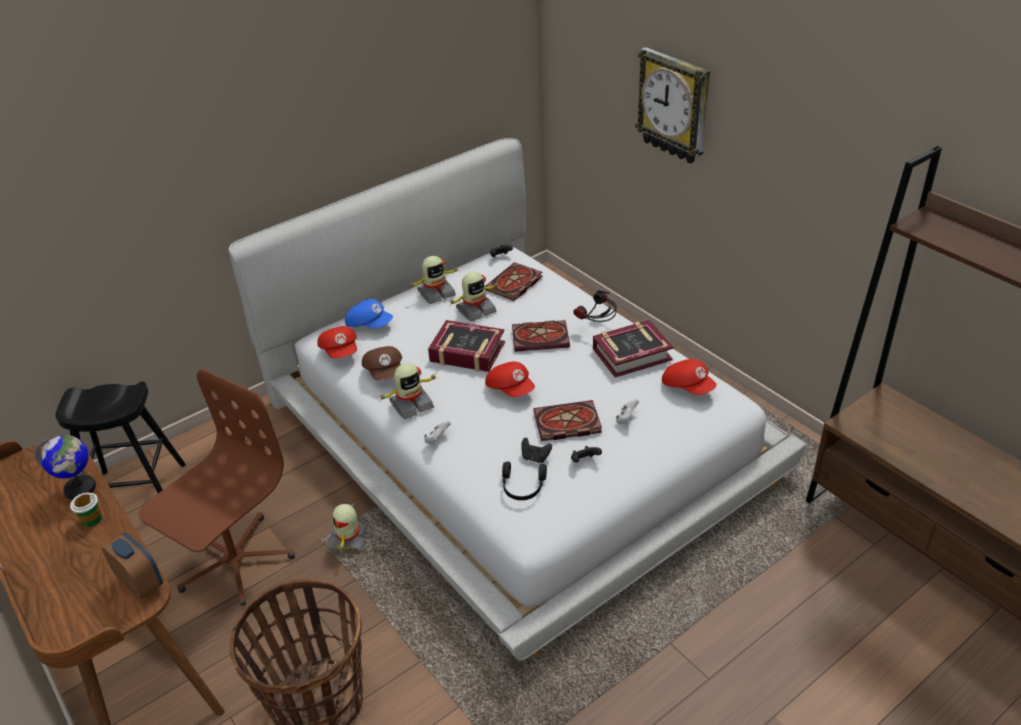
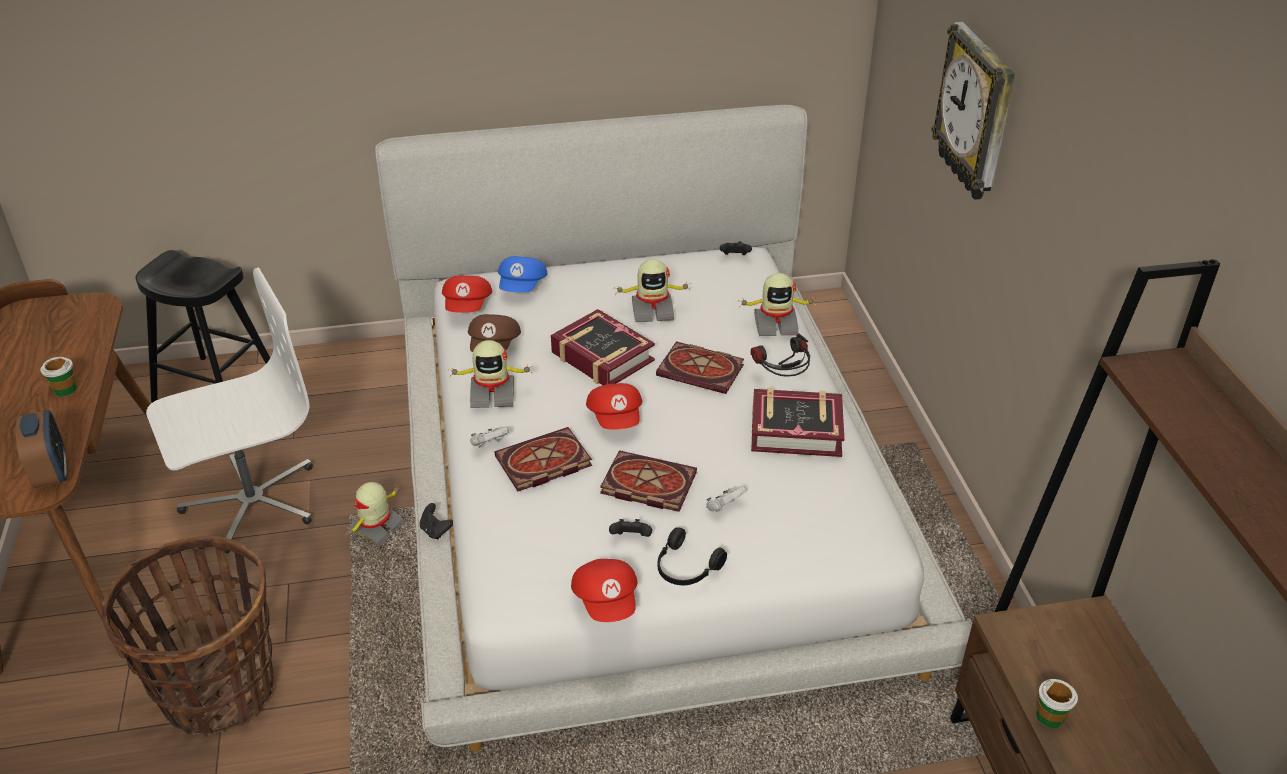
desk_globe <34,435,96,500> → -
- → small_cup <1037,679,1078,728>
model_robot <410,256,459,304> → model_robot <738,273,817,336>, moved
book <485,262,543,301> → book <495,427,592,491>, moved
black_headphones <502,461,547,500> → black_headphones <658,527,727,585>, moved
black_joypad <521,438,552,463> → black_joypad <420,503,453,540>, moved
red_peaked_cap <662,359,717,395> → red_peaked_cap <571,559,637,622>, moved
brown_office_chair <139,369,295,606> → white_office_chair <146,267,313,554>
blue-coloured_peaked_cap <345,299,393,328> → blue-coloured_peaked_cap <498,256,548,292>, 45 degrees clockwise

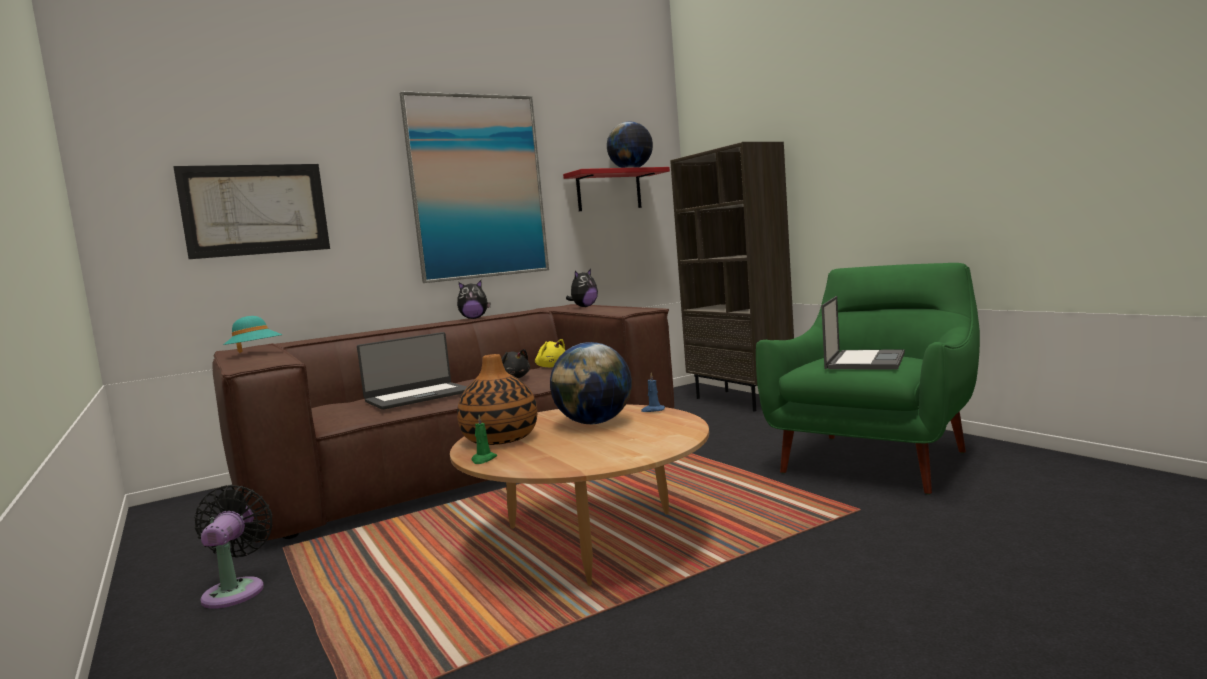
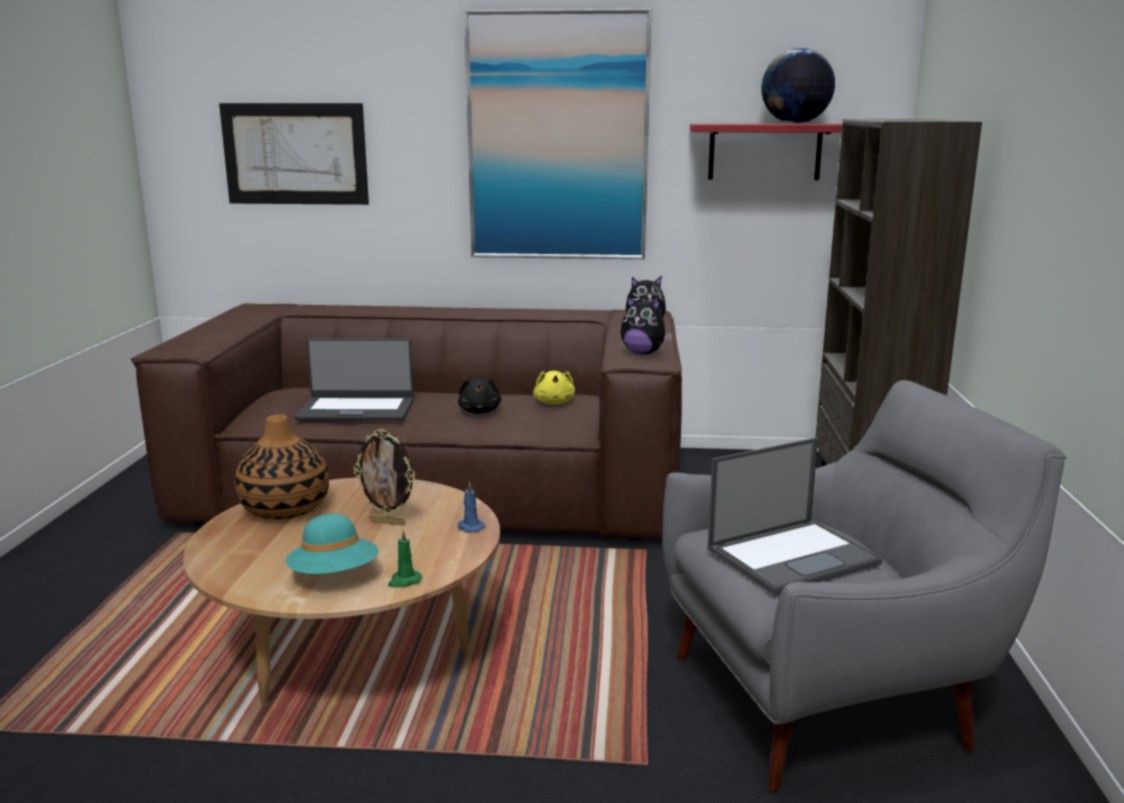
black_electric_fan <194,485,272,609> → -
turquoise-coloured_clothing_hat <223,316,283,353> → turquoise-coloured_clothing_hat <286,514,379,574>, moved
plush_toy <457,280,490,319> → plush_toy <620,295,673,354>, moved
greenish_wax_light <471,415,497,464> → greenish_wax_light <388,530,422,588>, moved
desk_globe <550,342,632,424> → picture_frame <353,429,415,525>
greenish_lounge_chair <756,263,980,495> → gray_lounge_chair <663,380,1066,792>

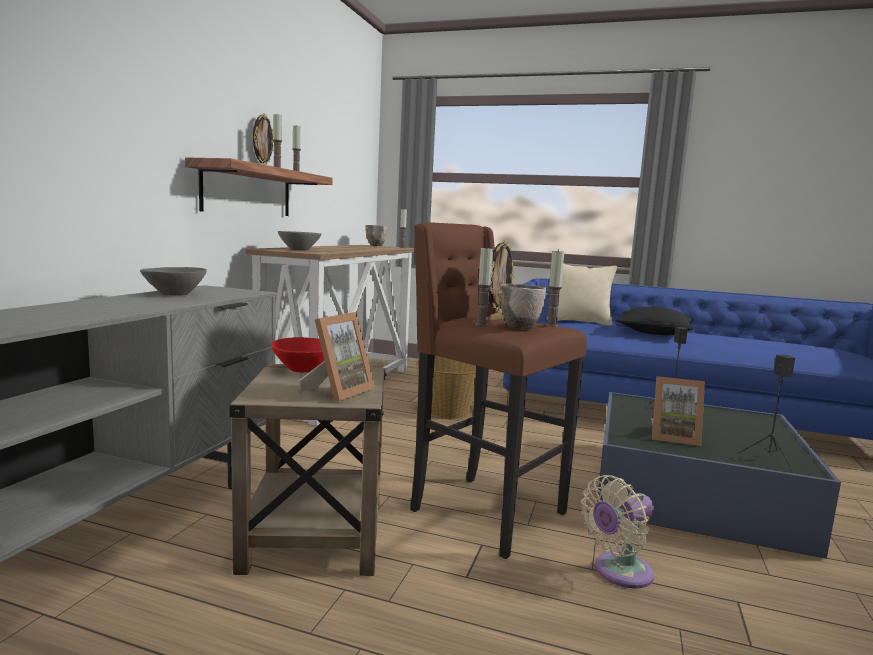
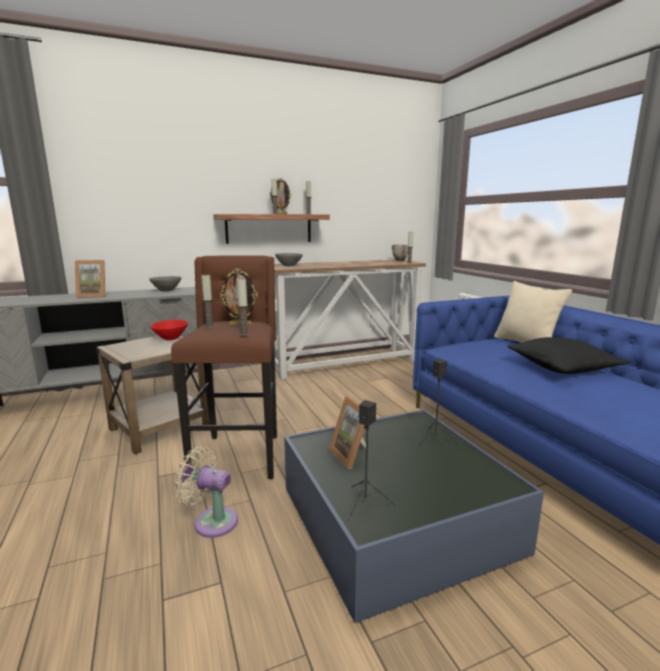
basket <416,356,476,419> → -
bowl <497,284,548,330> → -
picture_frame <299,312,375,402> → picture_frame <75,260,105,298>, moved

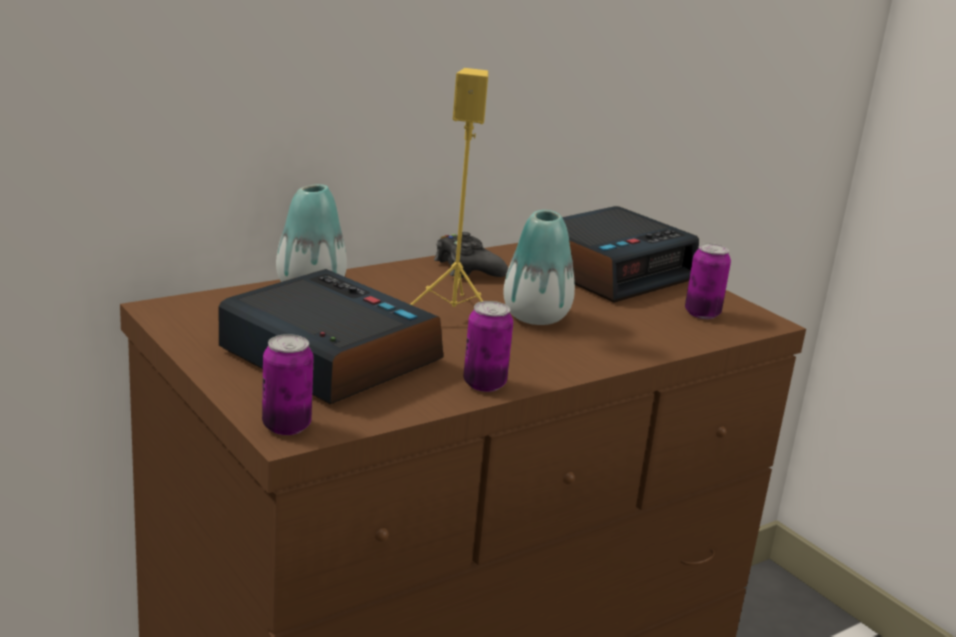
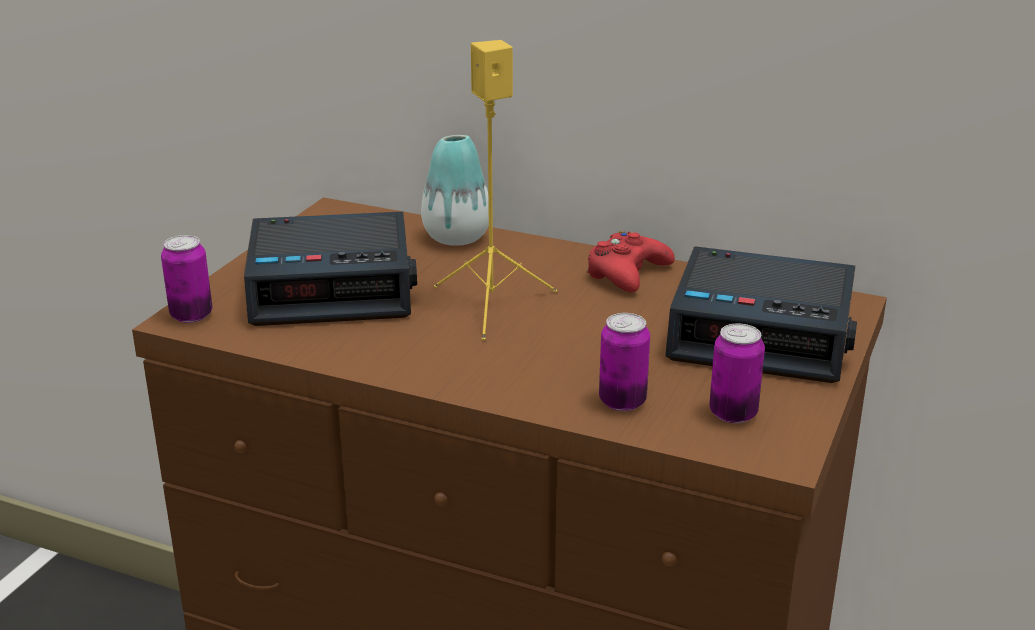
flower_vase <503,210,575,325> → -
can <463,301,513,392> → can <599,313,650,411>, moved
black_joypad <434,232,508,278> → red_joypad <587,231,675,293>
table_clock <218,269,443,404> → table_clock <244,212,417,326>, 75 degrees clockwise

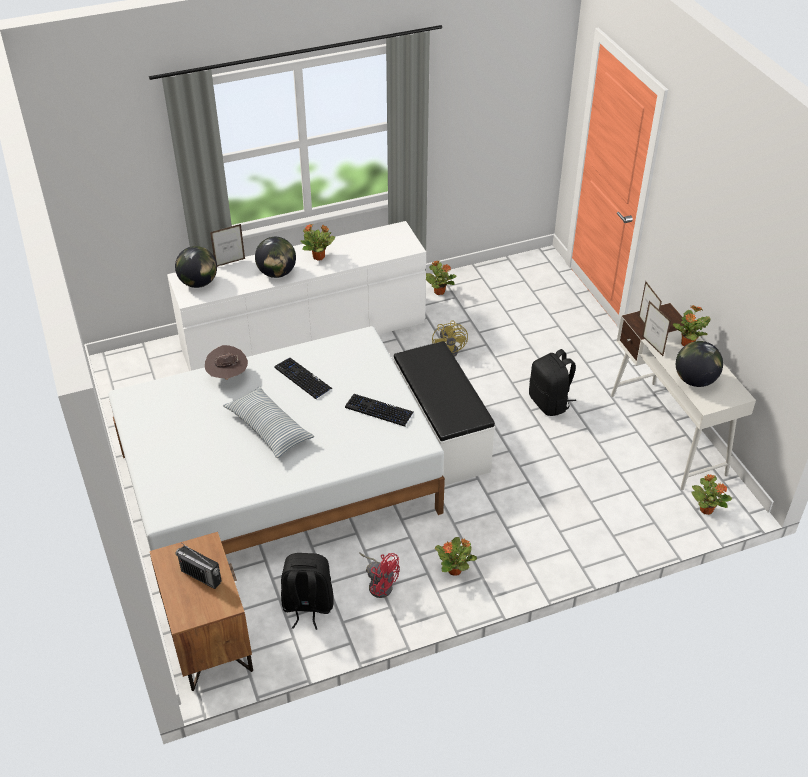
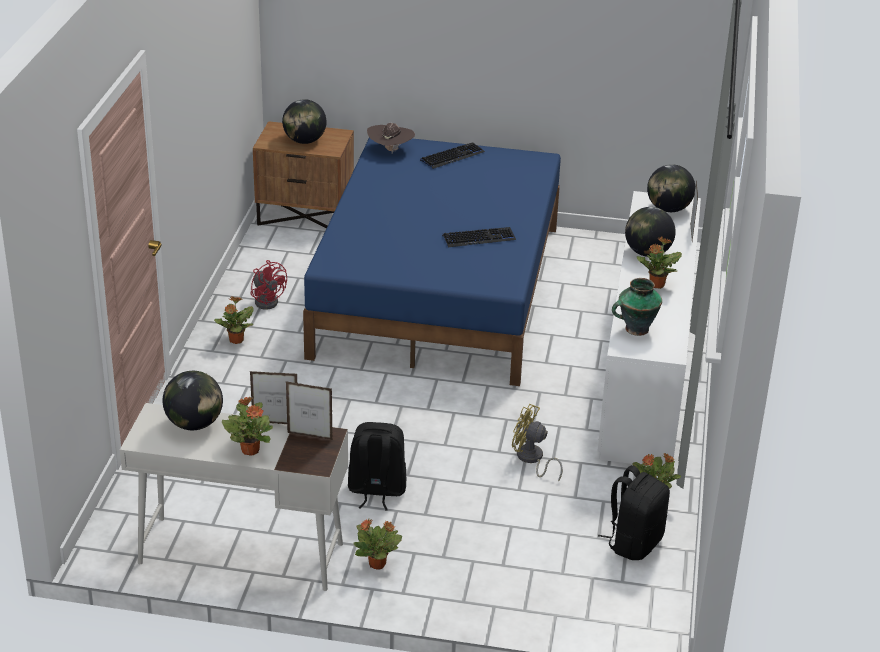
pillow <223,386,314,458> → -
white_long_seat <393,341,495,486> → -
- → flower_vase <612,278,662,336>
brown_clothing_hat <205,345,248,380> → brown_clothing_hat <367,123,415,154>, moved
black_backpack <281,553,334,630> → black_backpack <598,465,670,560>, moved
PC_keyboard <345,394,414,427> → PC_keyboard <420,142,485,169>, moved
potted_plant <692,474,732,515> → potted_plant <354,519,402,570>, moved
radio_receiver <175,543,222,589> → desk_globe <282,99,327,144>
white_bed <108,326,445,595> → blue-coloured_bed <303,137,561,386>
red_electric_fan <359,552,400,598> → red_electric_fan <250,260,287,310>, 105 degrees counterclockwise

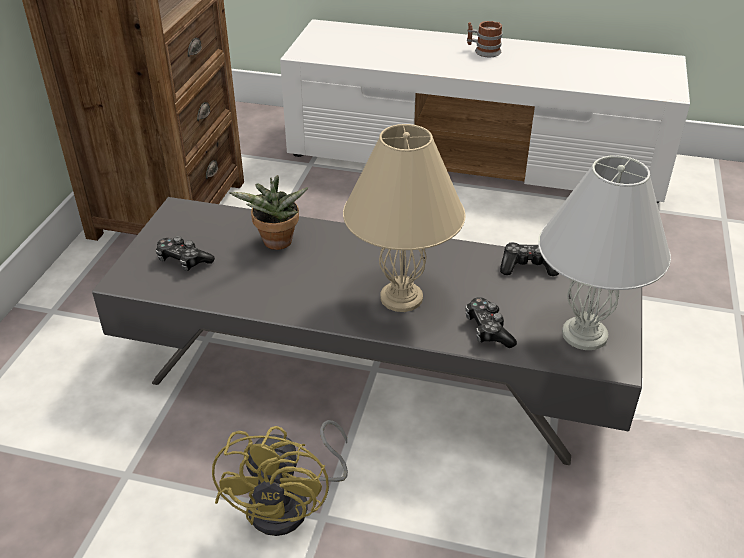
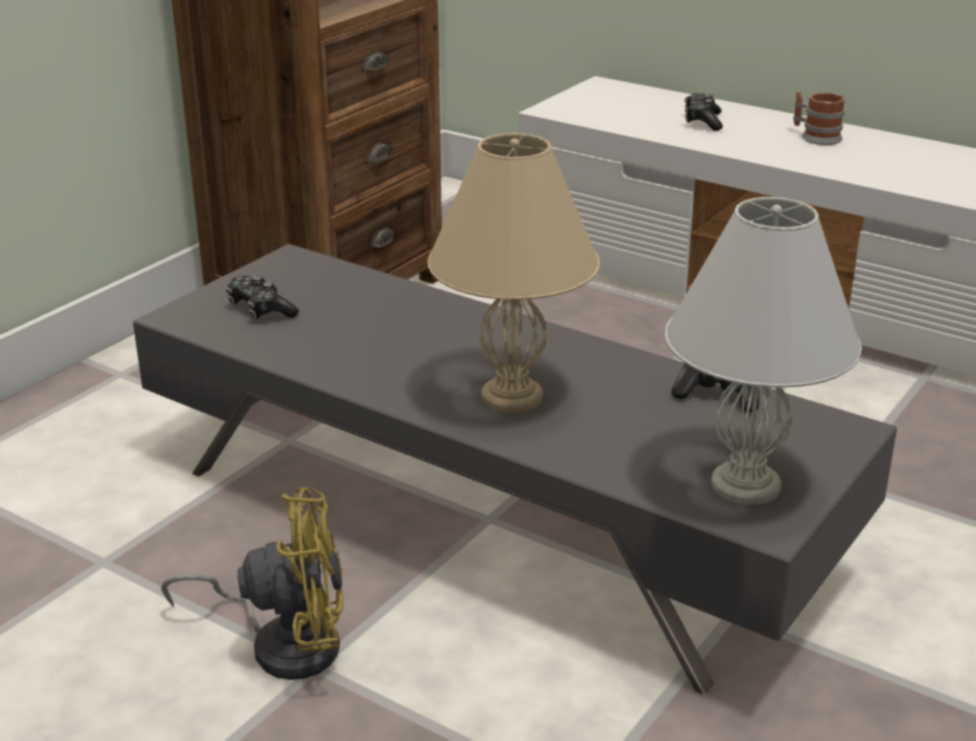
potted_plant <229,175,309,250> → -
joypad <466,297,517,348> → joypad <685,93,723,131>, moved
yellowish_electric_fan <212,420,348,536> → yellowish_electric_fan <161,488,344,680>, 120 degrees counterclockwise

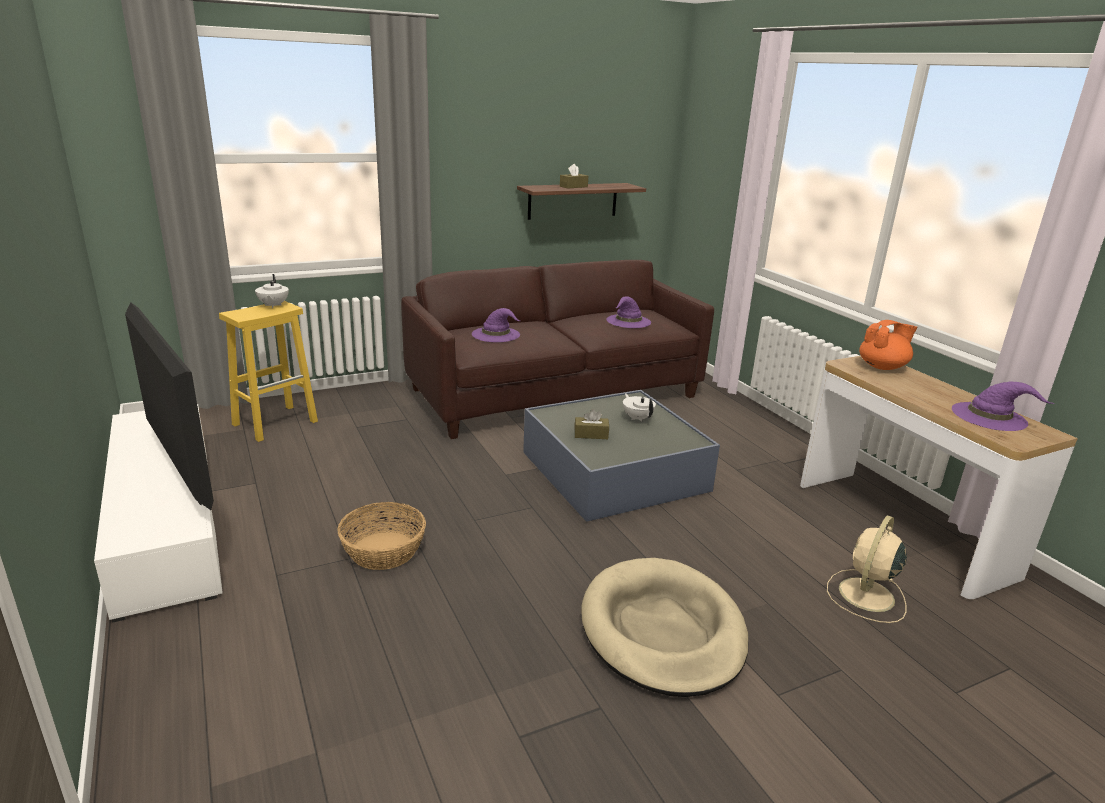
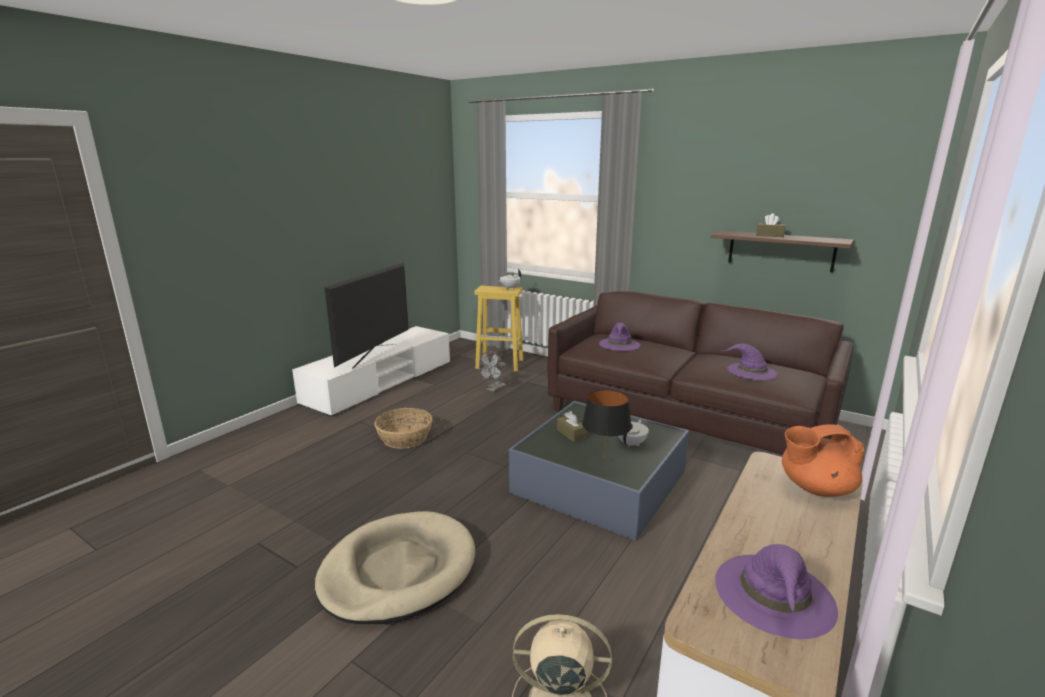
- → gray_electric_fan <479,351,506,392>
- → black_tabletop_lamp <582,389,632,464>
orangey_teapot <859,320,917,370> → orangey_teapot <782,424,864,497>, 135 degrees clockwise

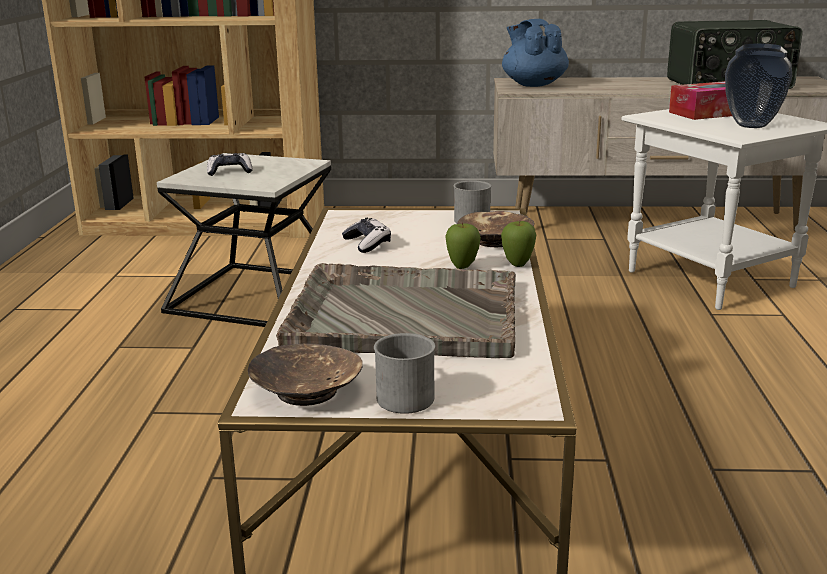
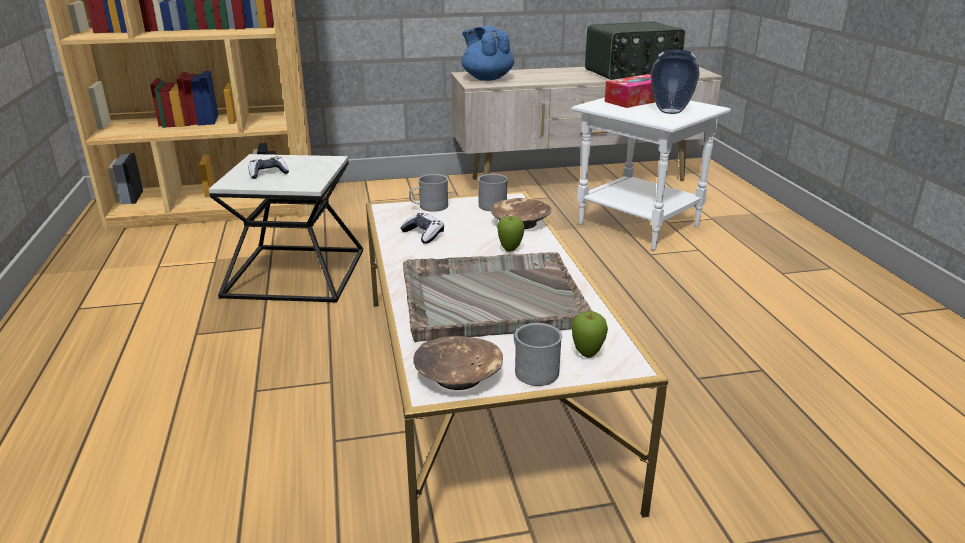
- → gray_coffee_mug <409,174,448,212>
apple <501,221,536,267> → apple <572,311,608,358>, moved

